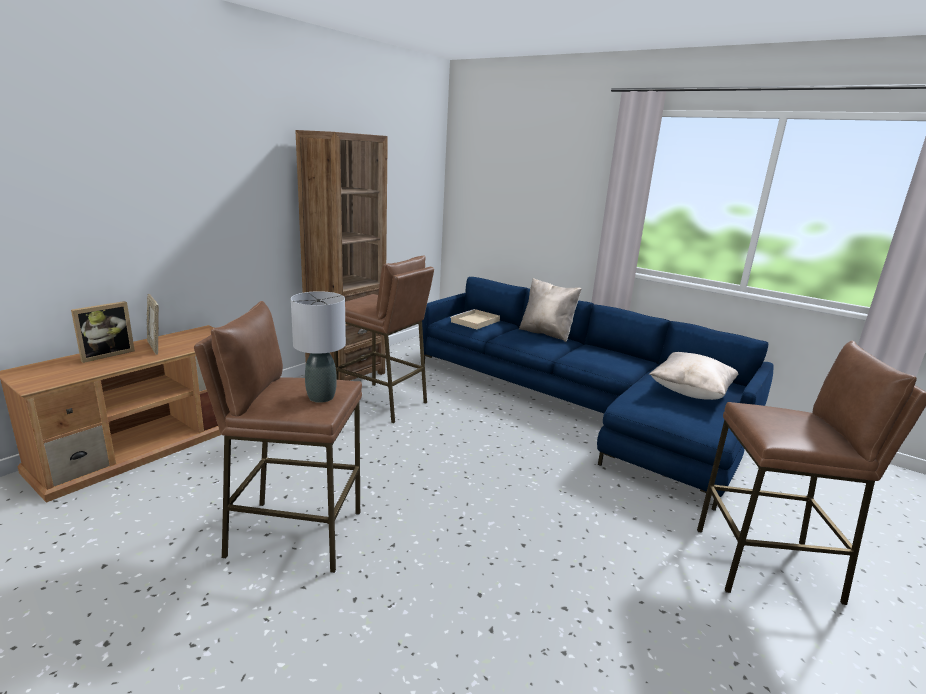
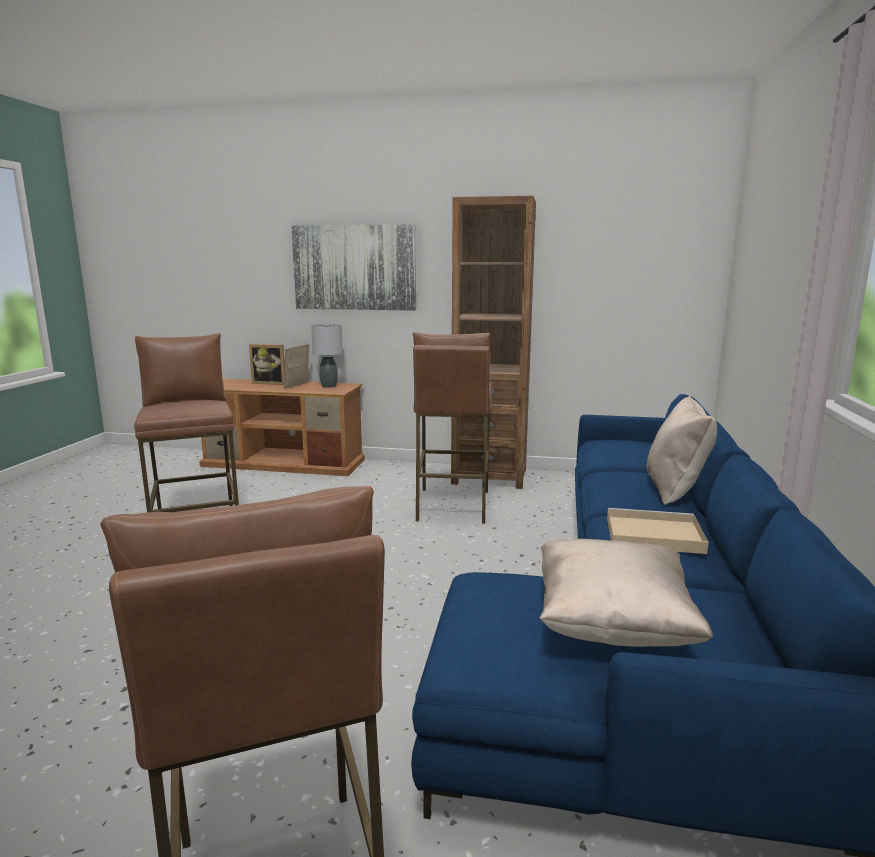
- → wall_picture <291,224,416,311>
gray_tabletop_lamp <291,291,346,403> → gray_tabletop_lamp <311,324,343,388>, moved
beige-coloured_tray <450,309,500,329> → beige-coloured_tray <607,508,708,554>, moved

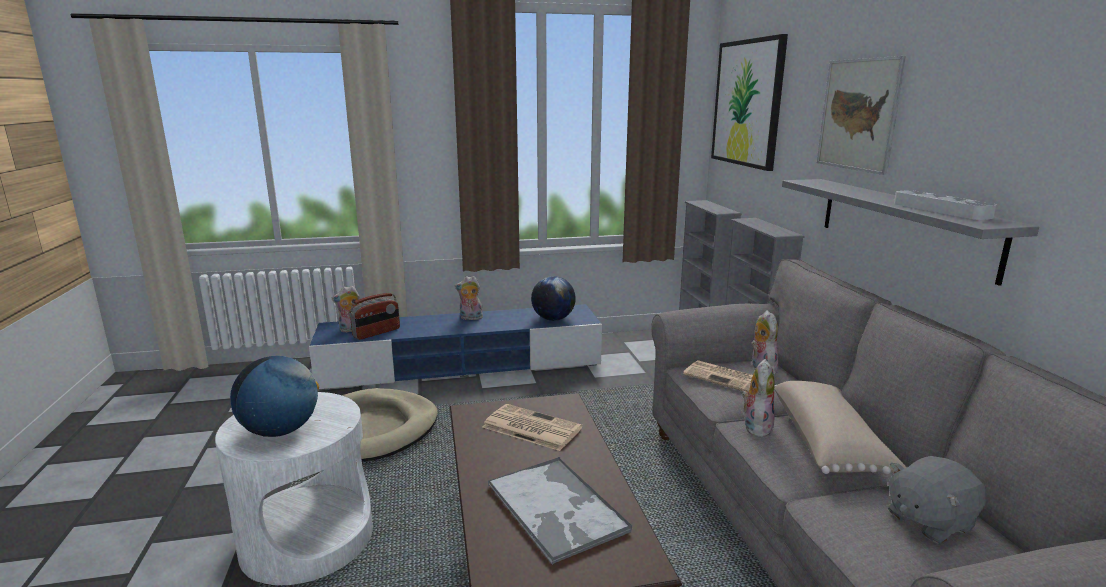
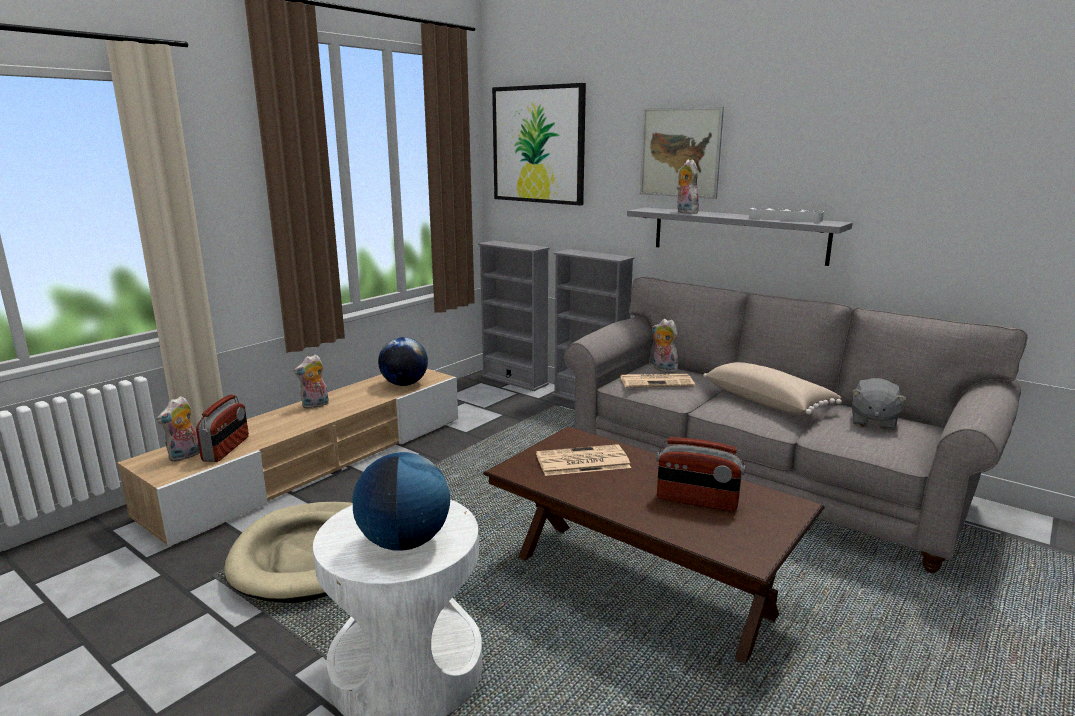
plush_toy <742,359,775,437> → plush_toy <677,159,699,214>, moved
tray <488,457,632,565> → radio_receiver <656,437,745,512>
blue-coloured_tv_stand <309,304,602,390> → beige-coloured_tv_stand <117,369,458,547>

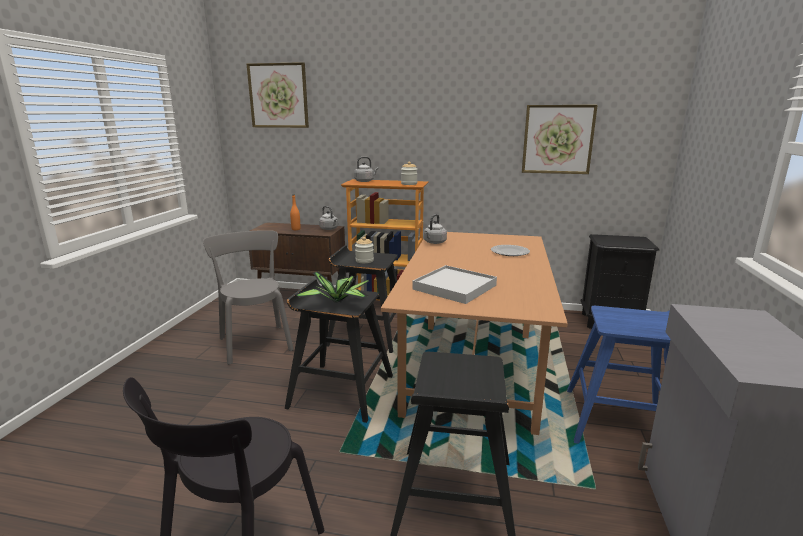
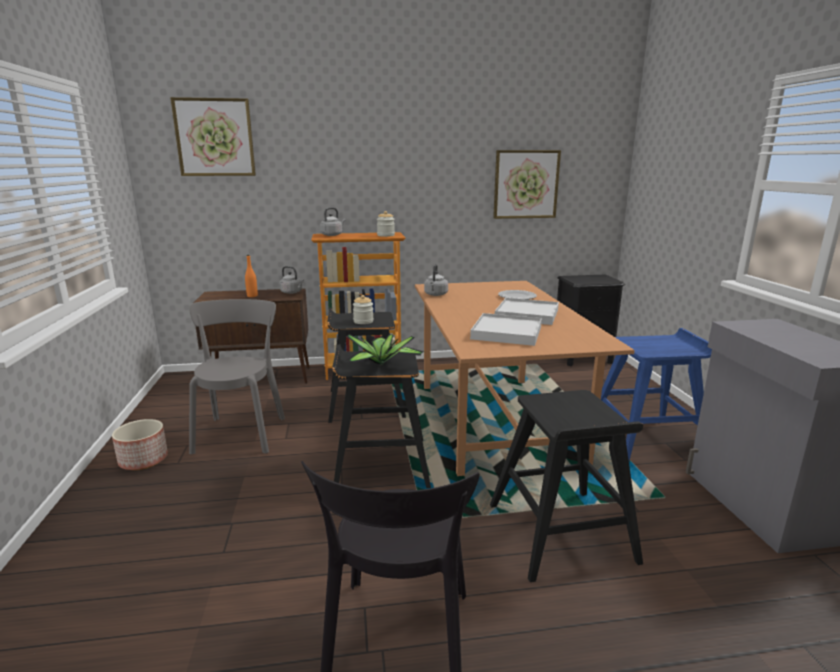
- → plant_pot <112,419,168,470>
- → white_tray <495,298,559,325>
gray_upright_chair <203,230,294,365> → gray_upright_chair <189,299,285,454>, 45 degrees clockwise

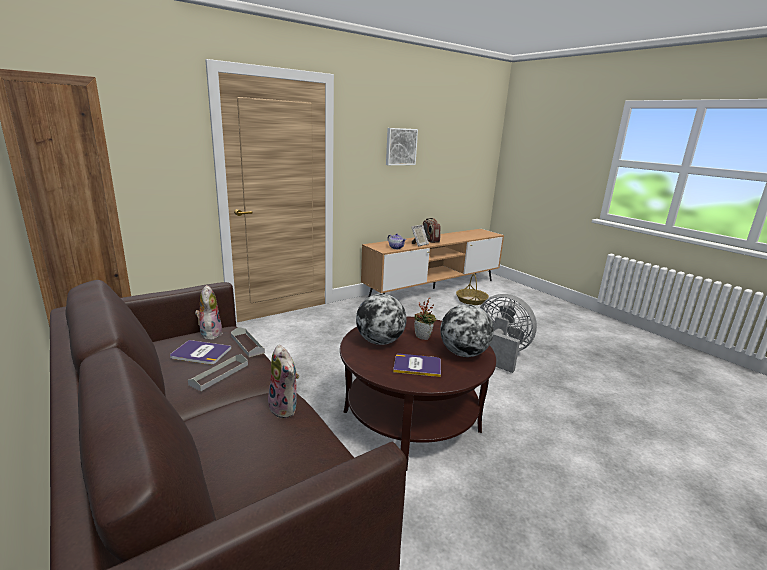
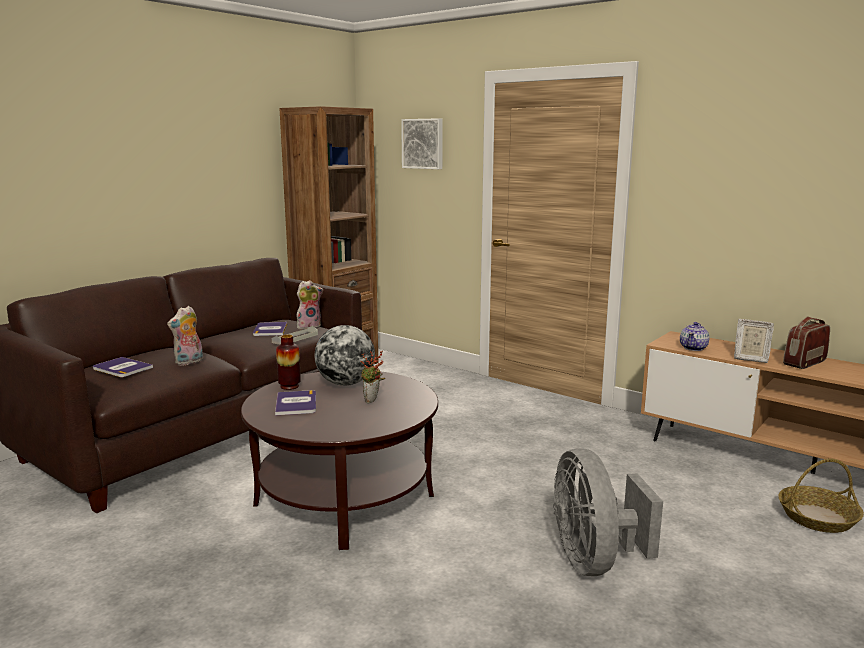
gray_tray <188,354,248,391> → -
desk_globe <440,304,494,357> → -
- → book <93,357,153,377>
- → flower_vase <276,334,301,390>
wall_picture <386,128,418,165> → wall_picture <401,118,443,169>, moved
gray_electric_fan <480,294,537,373> → gray_electric_fan <553,448,663,576>, 150 degrees clockwise

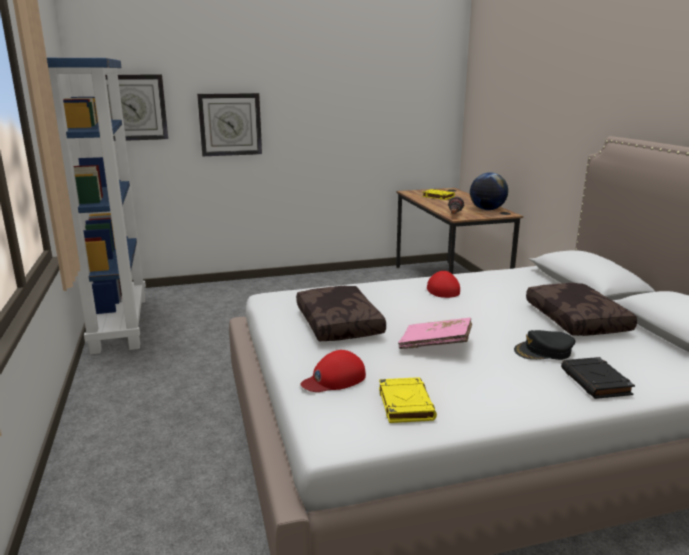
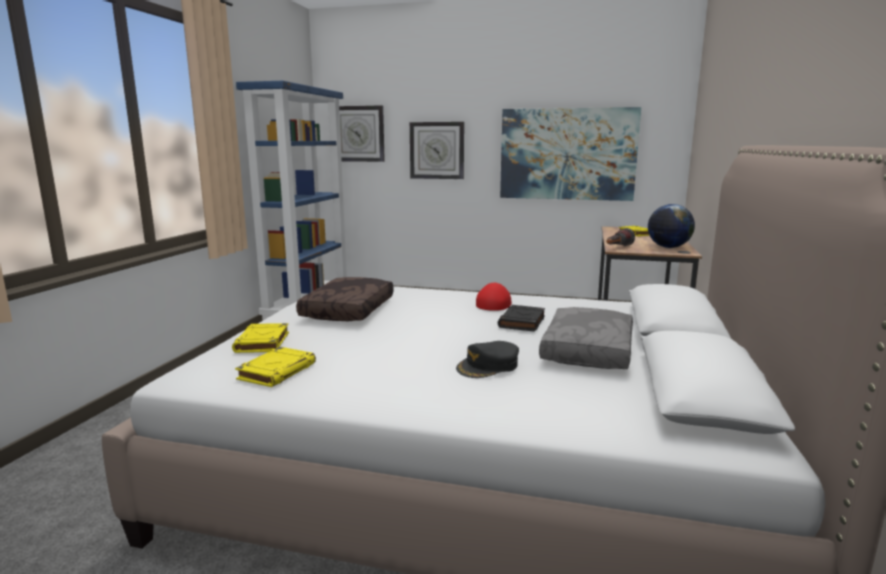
pinkish_book <398,318,472,349> → -
- → wall_picture <500,107,641,201>
black_book <561,357,635,399> → black_book <498,305,545,332>, moved
red_peaked_cap <300,350,366,392> → yellowish_book <232,323,289,353>
brown_pillow <526,283,637,336> → gray_pillow <539,307,633,369>
black_peaked_cap <514,330,575,360> → black_peaked_cap <456,341,519,378>, 60 degrees counterclockwise

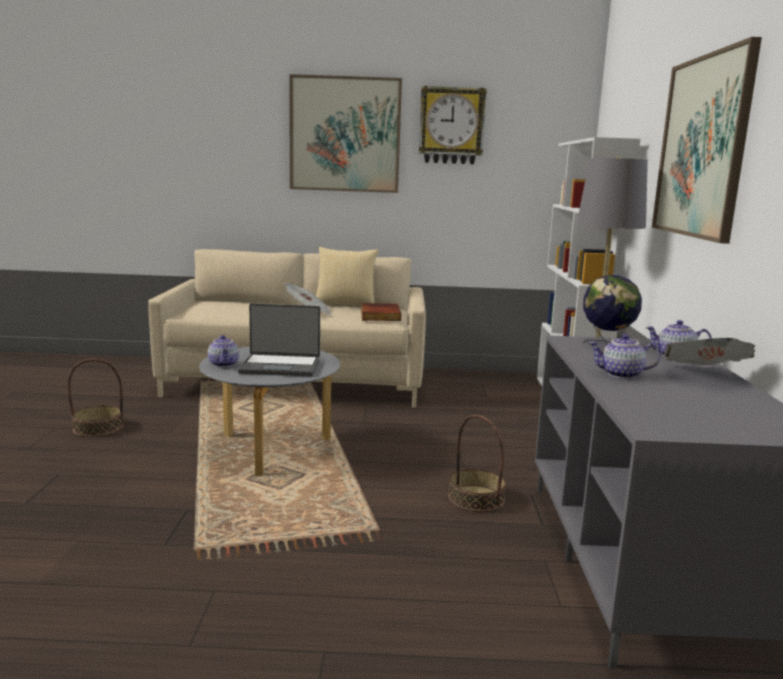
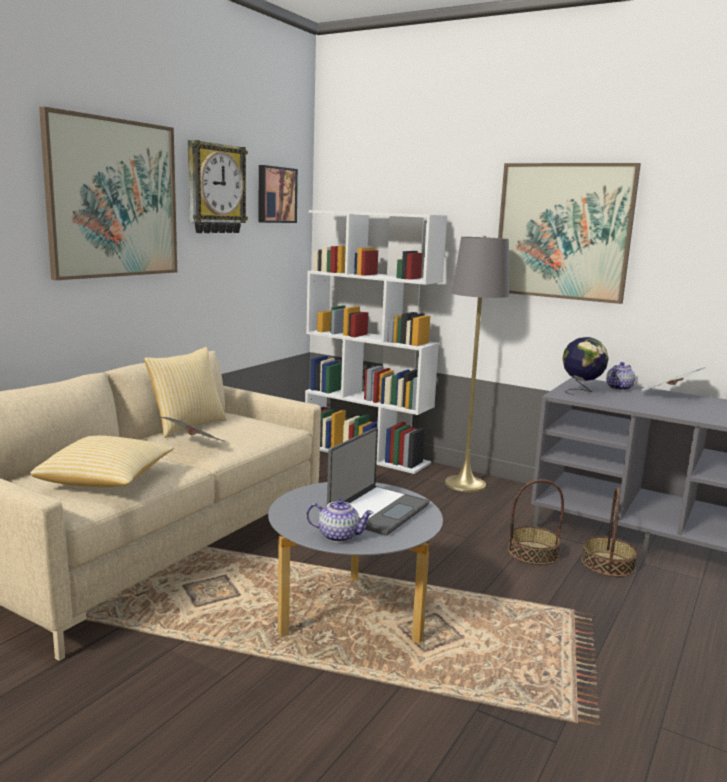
book <361,303,401,321> → -
teapot <589,334,661,379> → -
- → pillow <31,435,173,487>
- → wall_picture <259,165,298,223>
basket <68,359,123,437> → basket <581,487,638,577>, moved

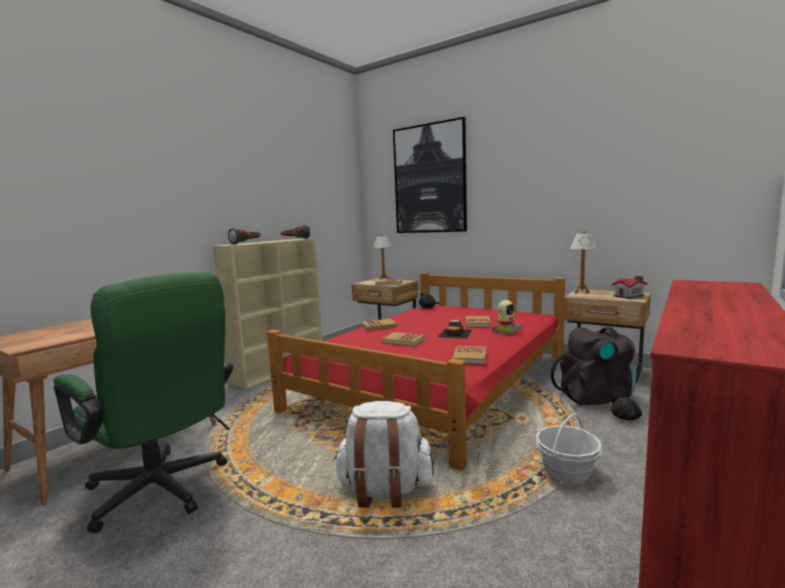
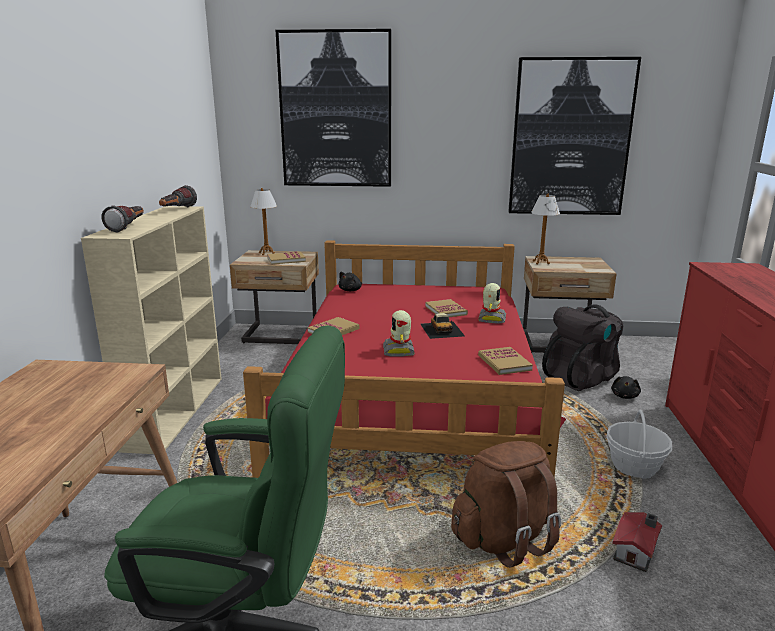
- → wall_picture <508,57,641,215>
toy_house <612,276,647,299> → toy_house <612,512,662,572>, moved
book <382,332,425,346> → model_robot <383,310,415,357>
white_backpack <334,401,434,508> → brown_backpack <451,441,561,568>

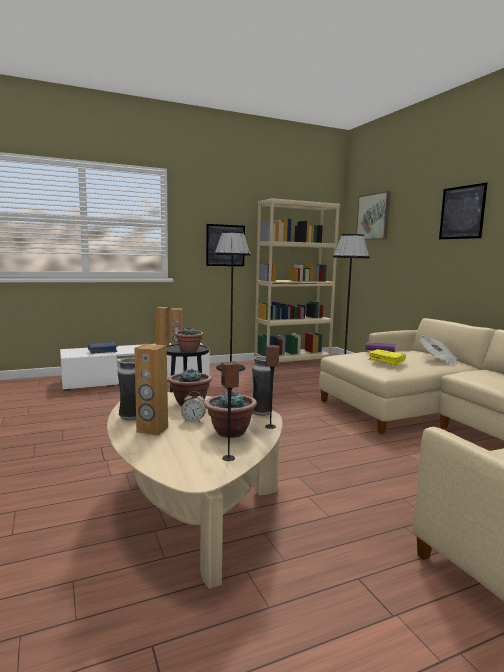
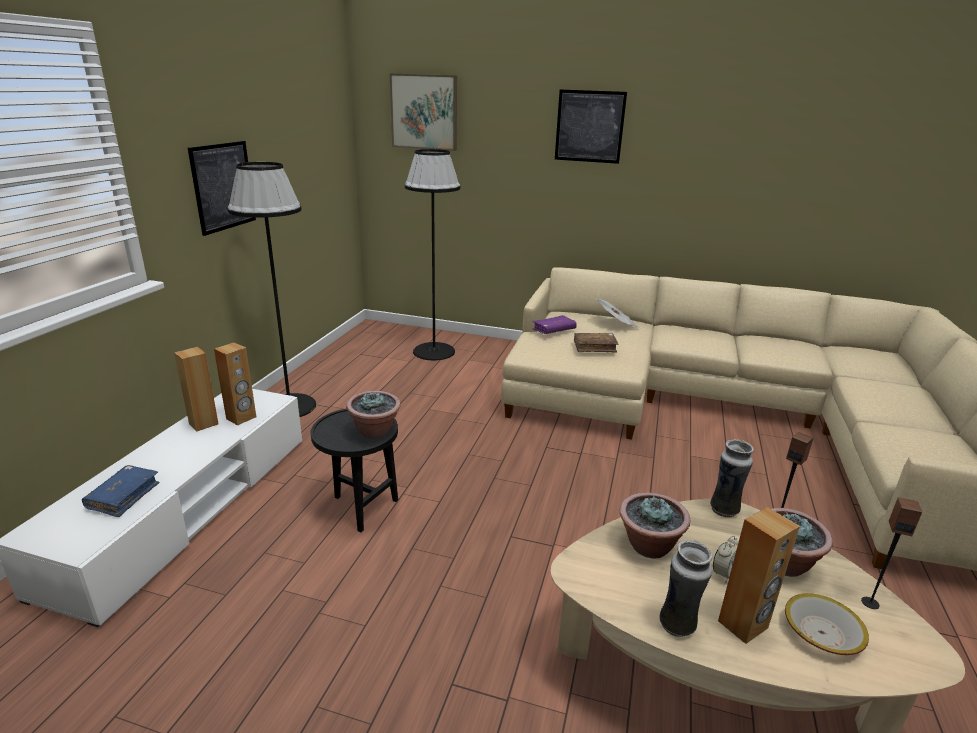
beige-coloured_bookshelf <254,198,340,362> → -
- → bowl <785,593,869,655>
yellowish_book <368,349,406,366> → brown_book <574,333,619,353>

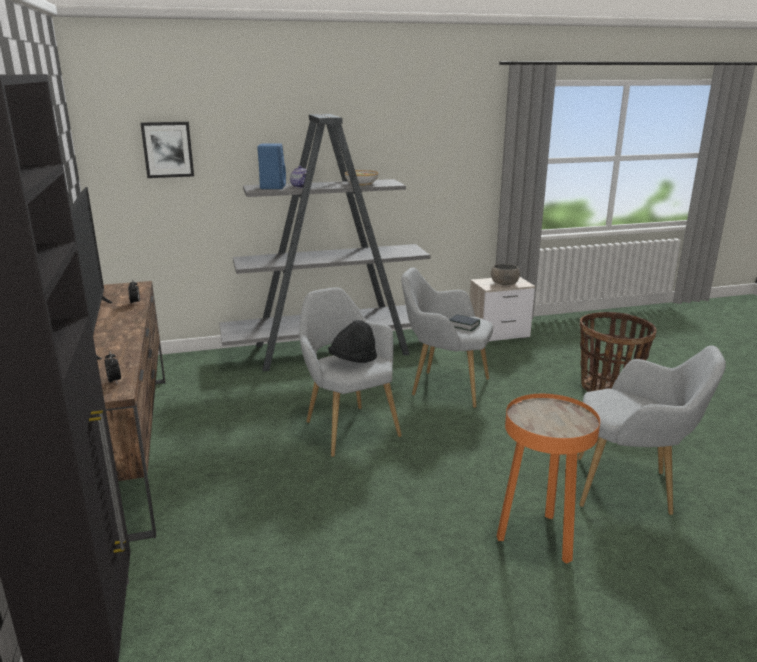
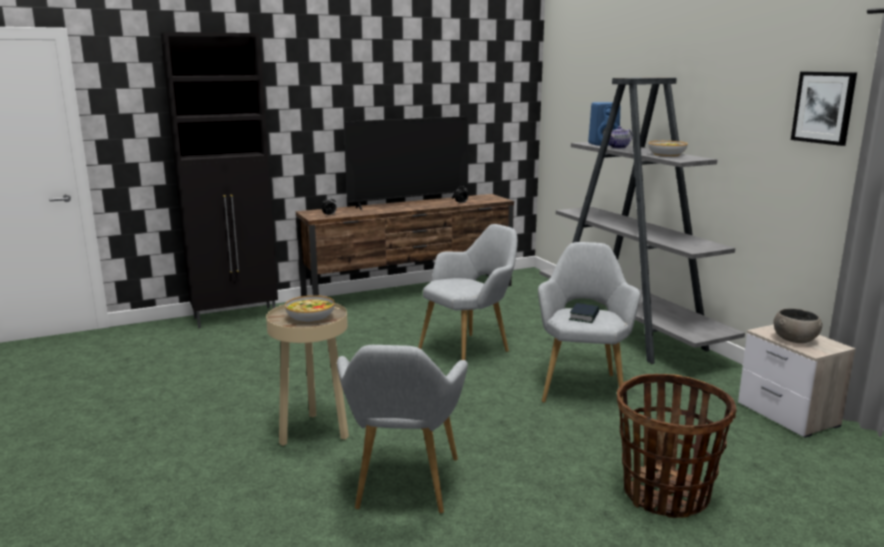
black_clothing_hat <328,320,377,363> → -
- → bowl <285,295,335,324>
wall_picture <140,122,194,178> → wall_picture <791,72,857,146>, moved
orangey_accent_table <497,394,600,564> → beige-coloured_accent_table <266,303,349,446>

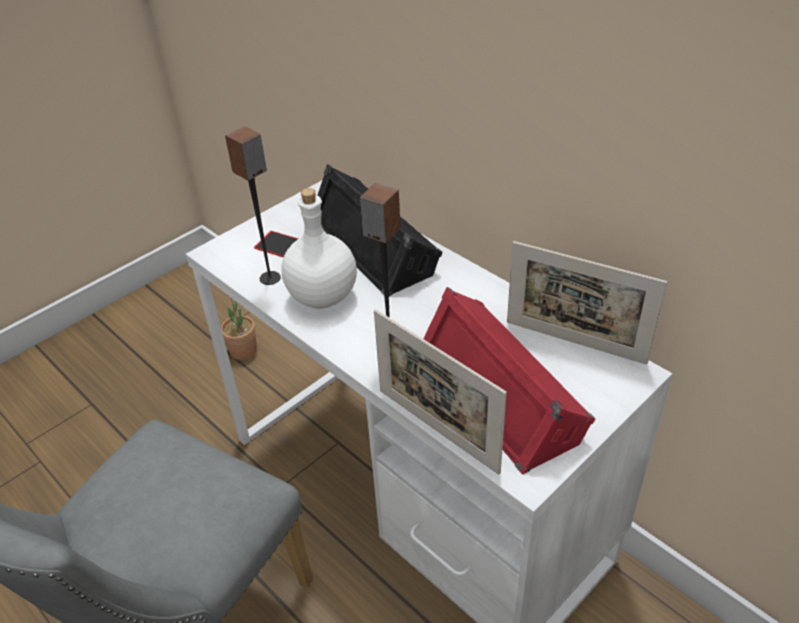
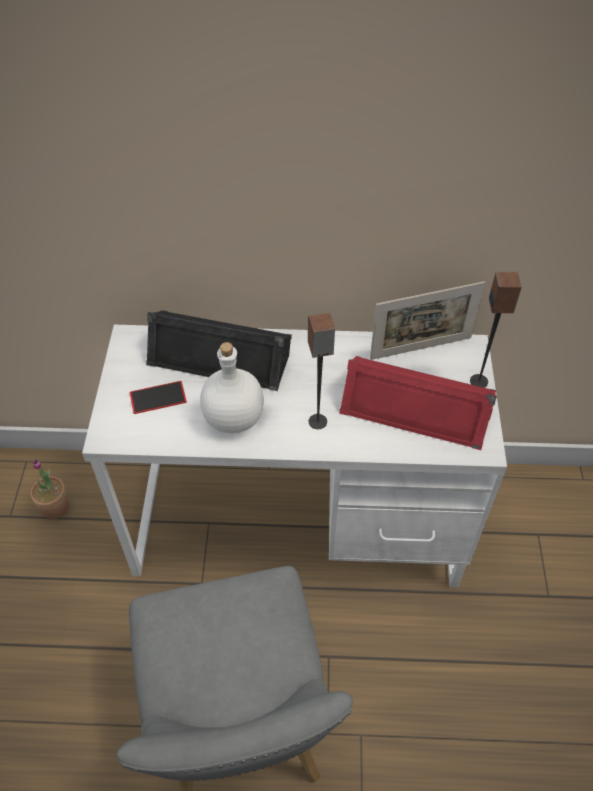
picture_frame <374,309,507,475> → -
speaker <225,126,281,285> → speaker <470,272,522,388>, moved

